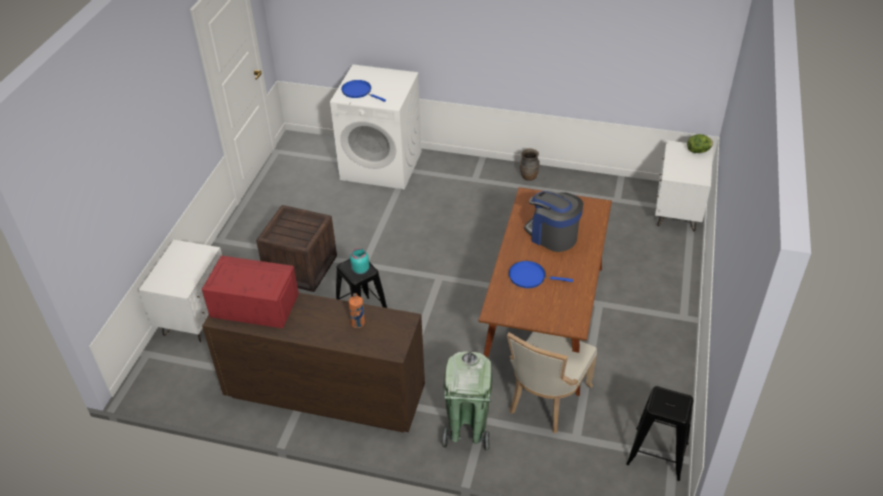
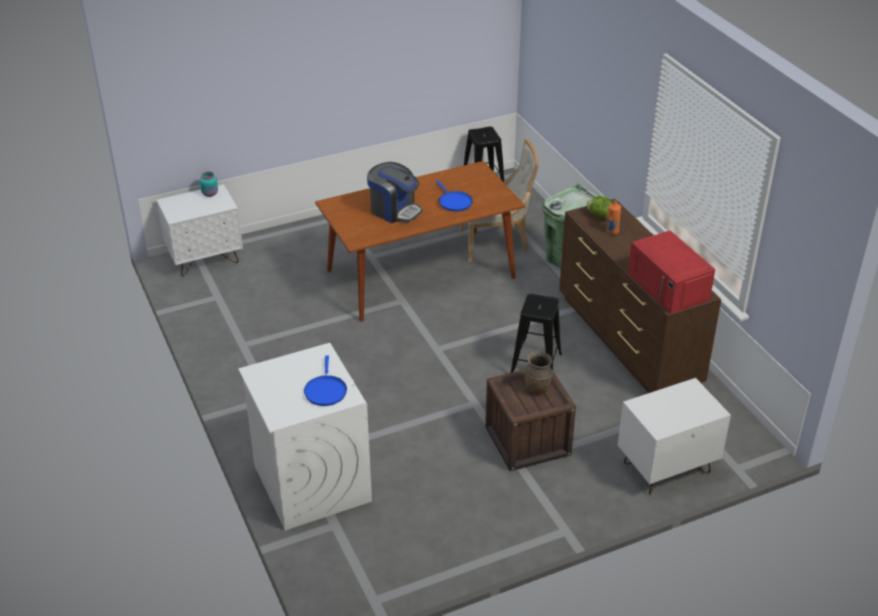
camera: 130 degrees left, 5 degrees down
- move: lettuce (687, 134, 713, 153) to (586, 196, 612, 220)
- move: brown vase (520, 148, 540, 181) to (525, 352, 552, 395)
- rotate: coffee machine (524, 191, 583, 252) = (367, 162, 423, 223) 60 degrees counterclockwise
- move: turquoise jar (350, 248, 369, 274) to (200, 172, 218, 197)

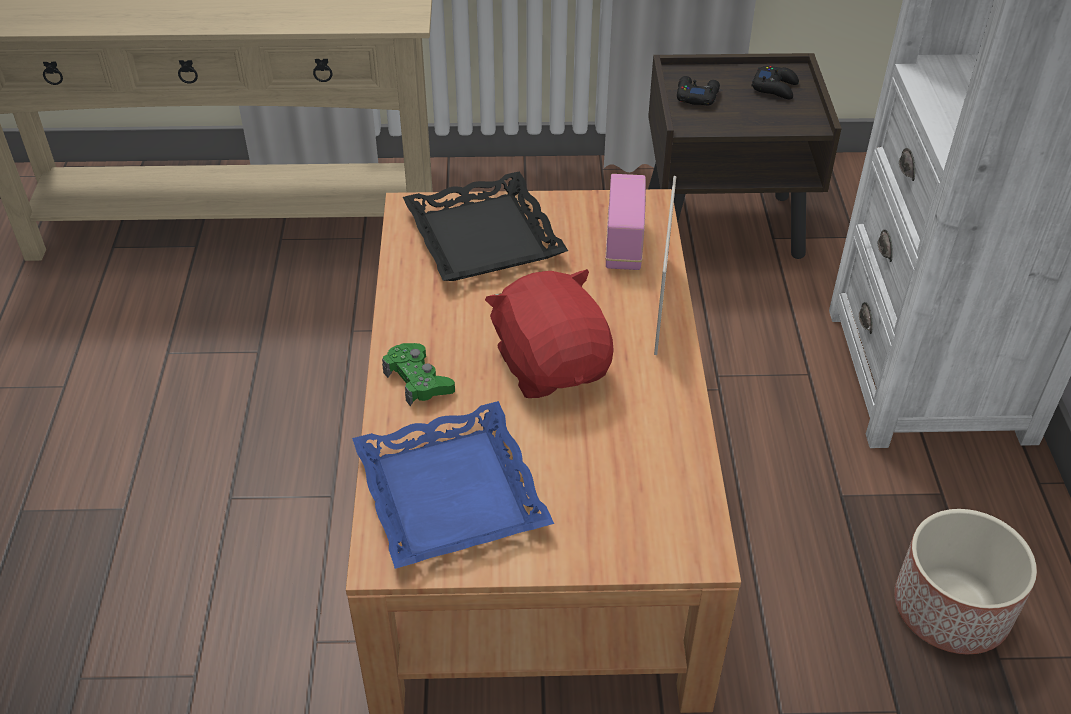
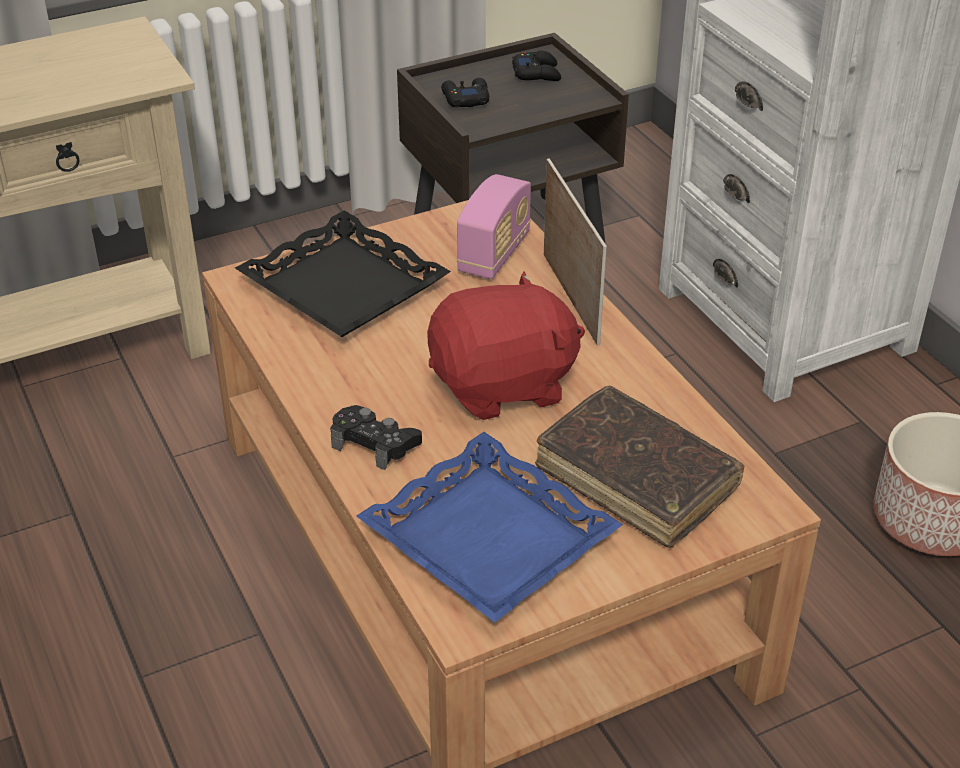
camera: 25 degrees left, 5 degrees down
- rotate: radio (605, 174, 646, 270) = (457, 174, 531, 279) 45 degrees clockwise
- rotate: red plush toy (485, 269, 614, 398) = (427, 271, 585, 420) 120 degrees clockwise
- recolor: green game controller (382, 343, 455, 406) to black game controller (330, 405, 422, 470)
- insert: brown book (535, 386, 744, 548)

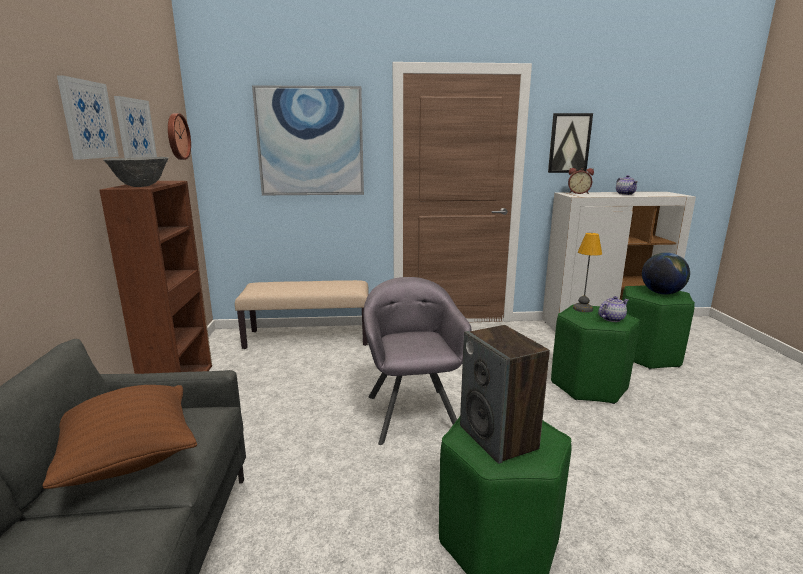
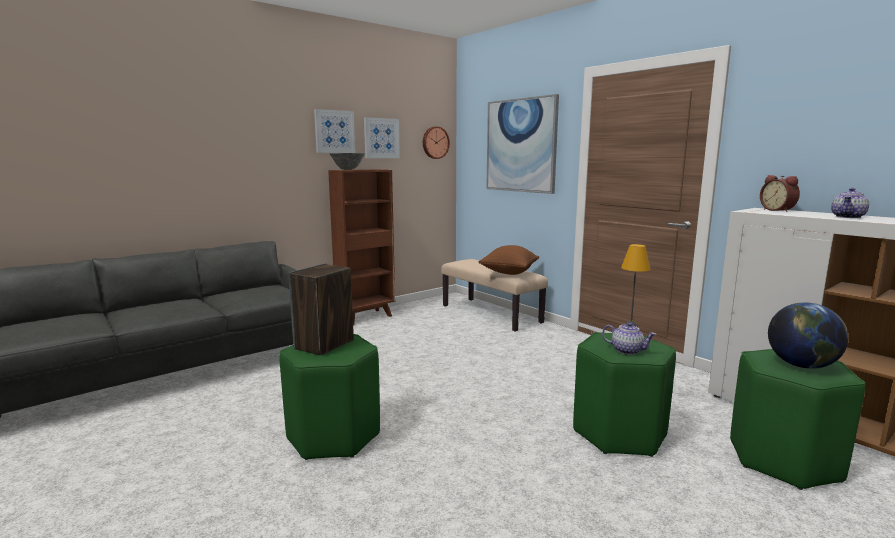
camera: 55 degrees right, 5 degrees down
- delete: picture (548, 113, 593, 173)
- delete: grey armchair (364, 277, 471, 445)
- move: brown pillow (43, 385, 197, 489) to (478, 245, 539, 275)

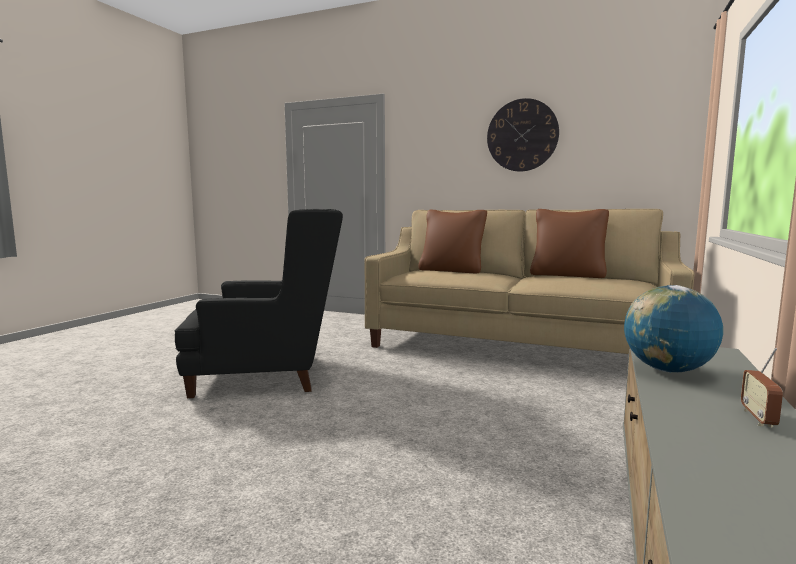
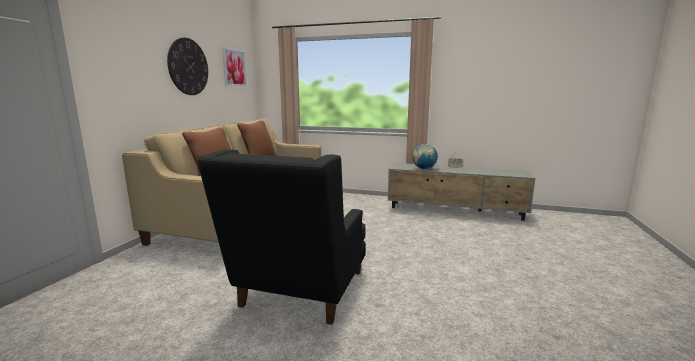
camera: 95 degrees left, 5 degrees up
- rotate: black armchair (175, 209, 343, 398) = (198, 149, 366, 325) 150 degrees counterclockwise
- insert: picture (222, 47, 247, 86)

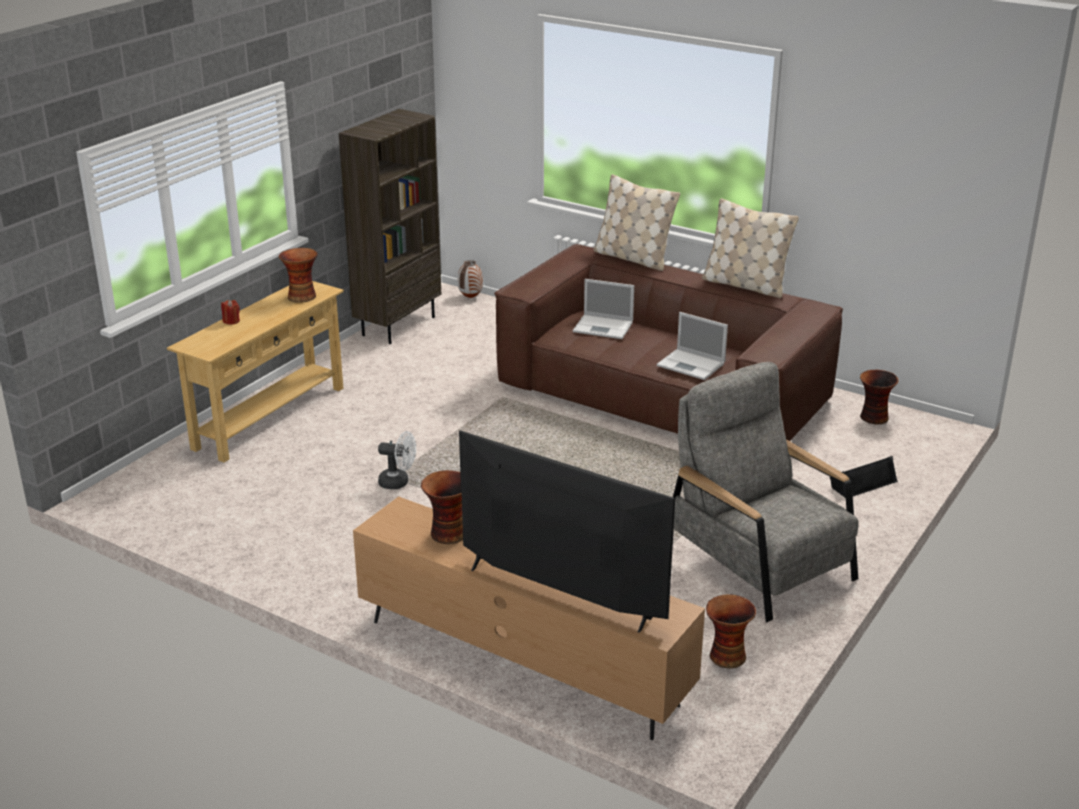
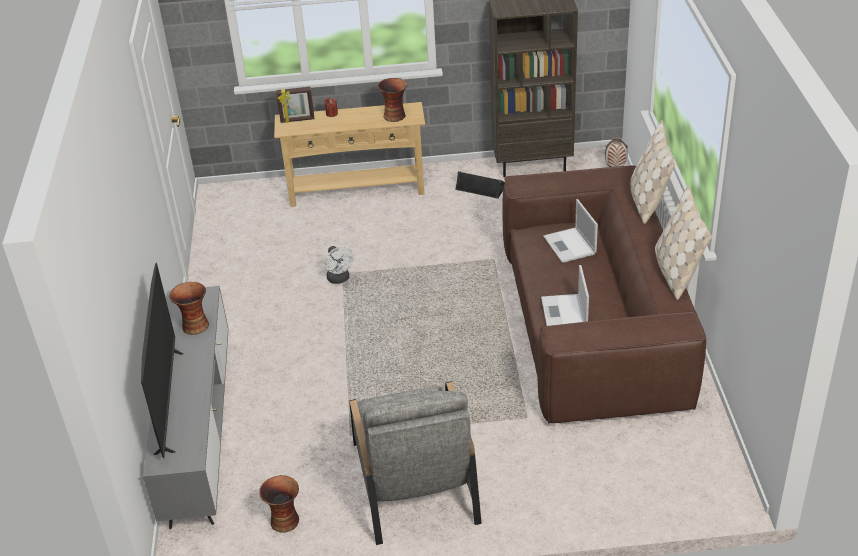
camera: 55 degrees right, 10 degrees up
- rotate: grey armchair (673, 362, 859, 622) = (349, 381, 482, 545) 150 degrees clockwise
- delete: vase (860, 370, 898, 424)
- move: black speaker (830, 456, 898, 498) to (455, 171, 505, 199)
- recolor: brown tv stand (353, 496, 705, 740) to grey tv stand (143, 286, 229, 529)
- insert: picture frame (276, 87, 314, 123)

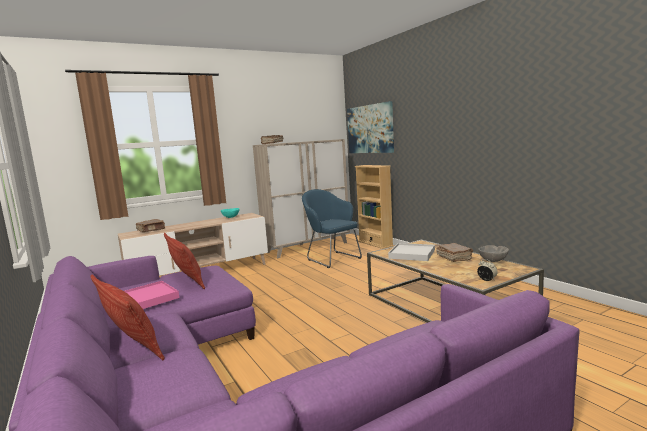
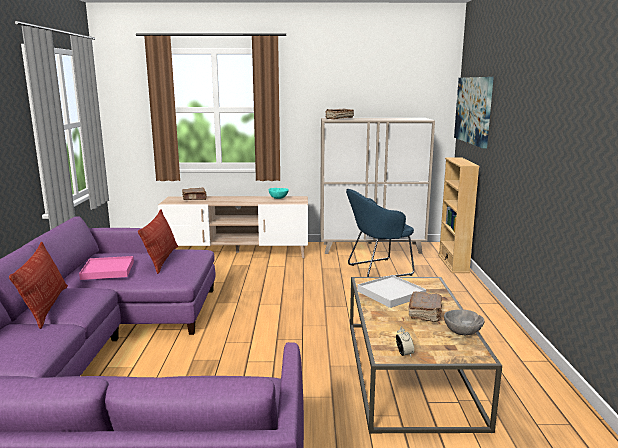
camera: 30 degrees right, 5 degrees up
- rotate: blue armchair (302, 189, 362, 268) = (346, 189, 415, 277) 105 degrees counterclockwise

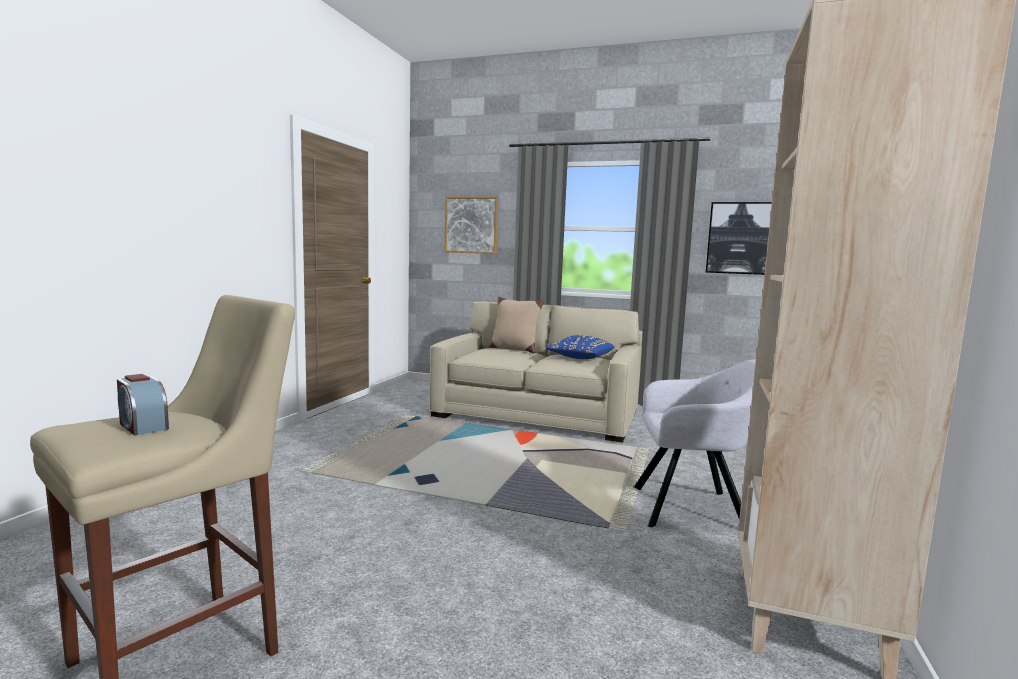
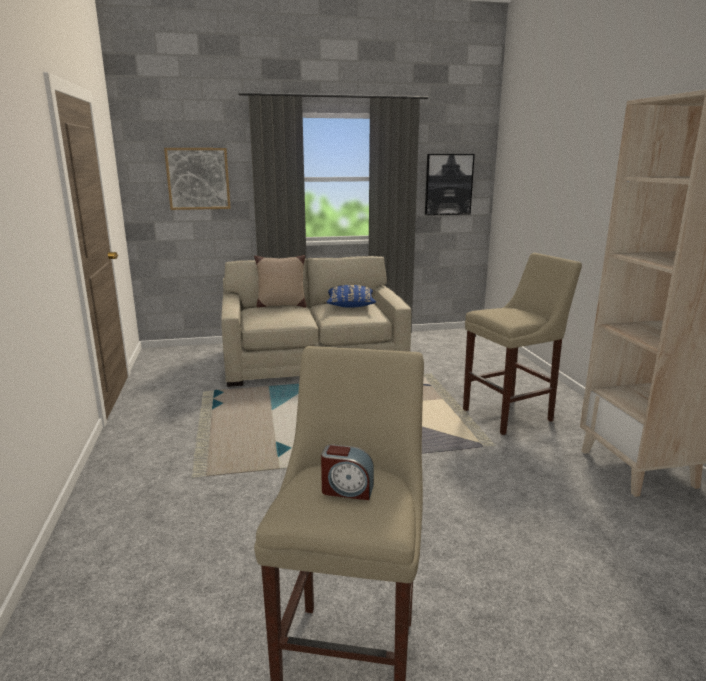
camera: 30 degrees left, 10 degrees up
- replace: grey armchair (634, 359, 756, 527) to beige stool (463, 253, 582, 435)

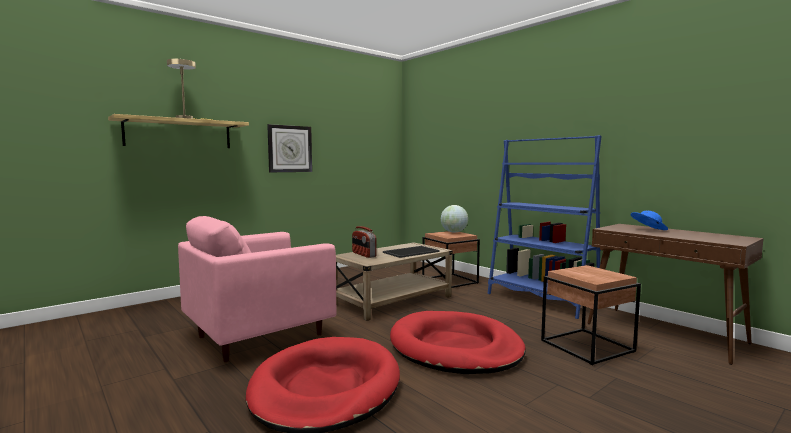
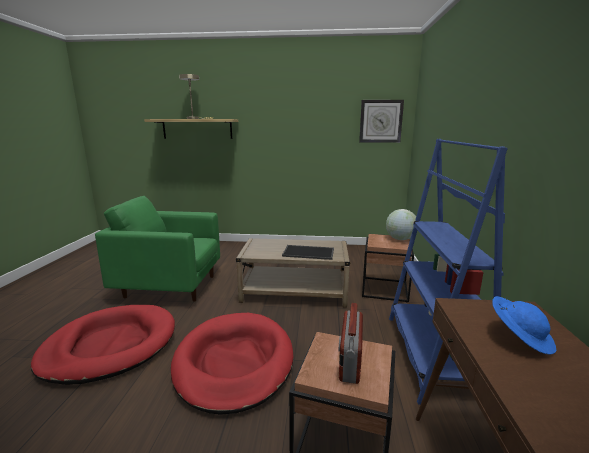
camera: 45 degrees right, 10 degrees up
- move: wall clock (267, 124, 312, 172) to (359, 100, 404, 143)
- recolor: pink armchair (178, 216, 336, 362) to green armchair (95, 196, 220, 301)
- move: radio (352, 226, 377, 258) to (338, 303, 363, 384)

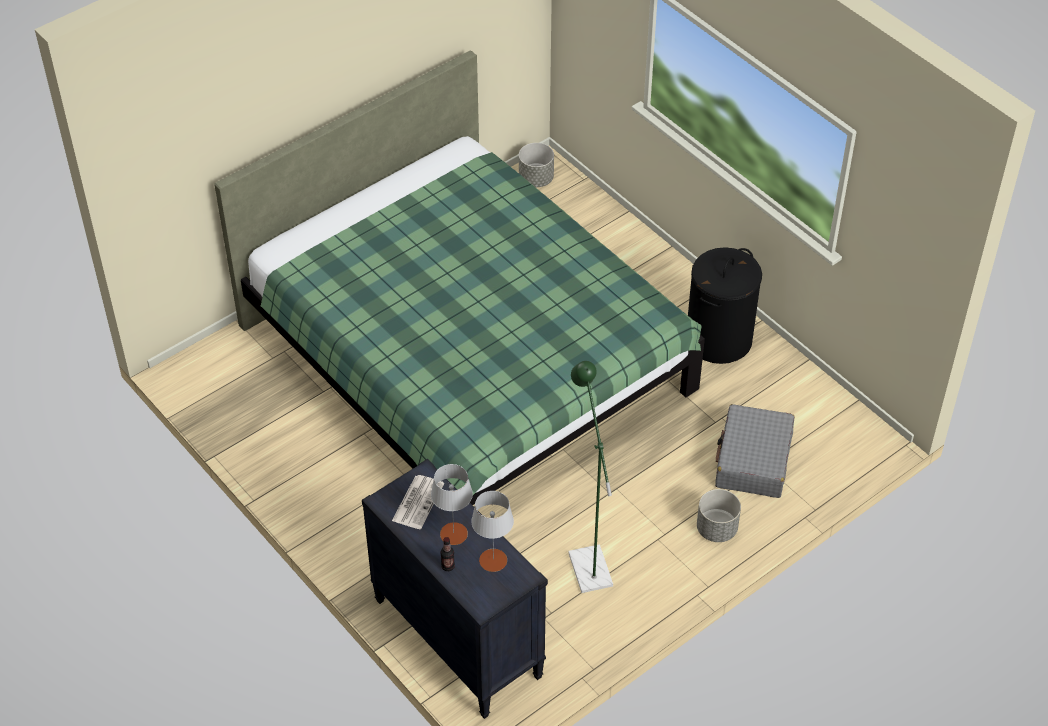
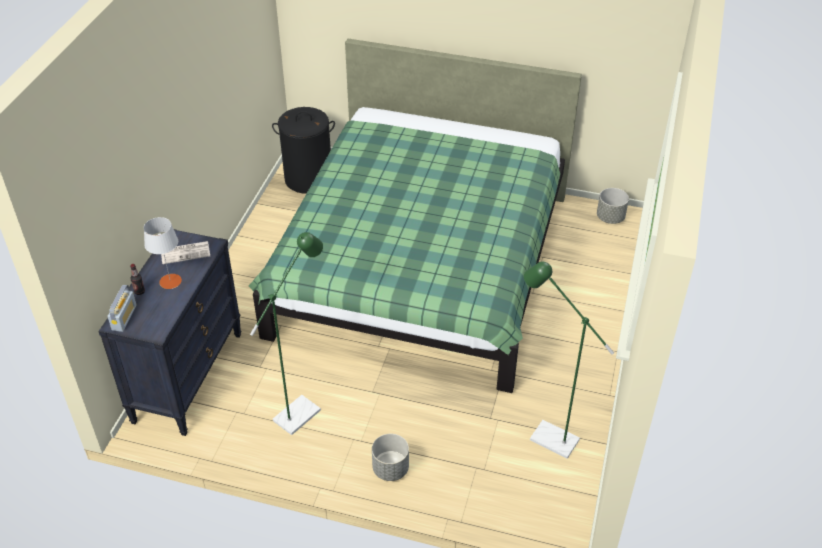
camera: 55 degrees right, 5 degrees down
- move: black laundry basket (688, 247, 762, 364) to (272, 107, 335, 194)
- delete: grey suitcase (715, 404, 794, 498)
- delete: grey table lamp (471, 491, 514, 572)
- insert: green floor lamp (524, 262, 614, 459)
- insert: radio (108, 285, 137, 332)

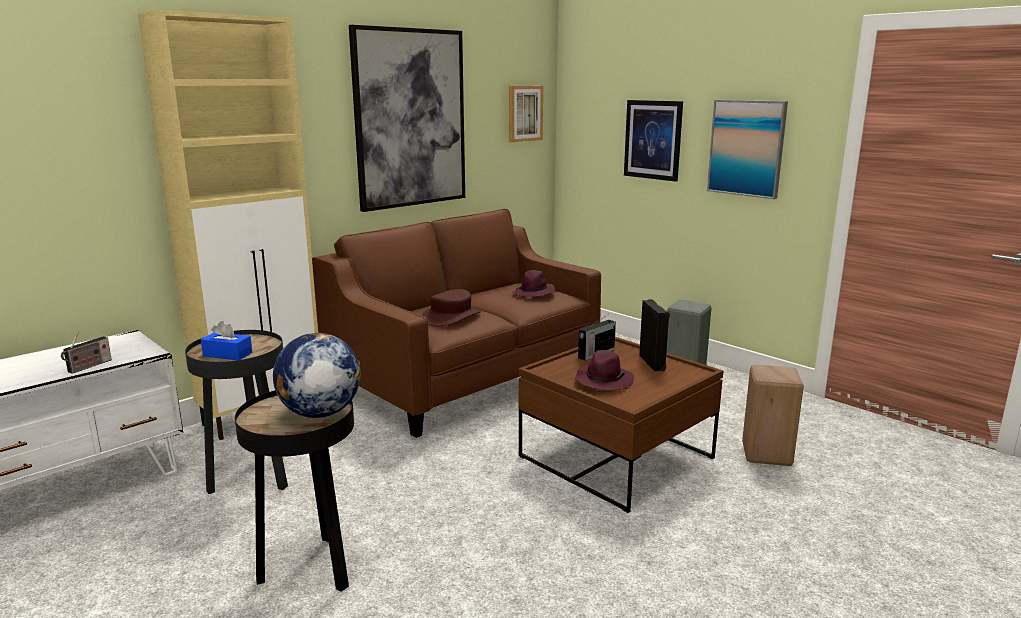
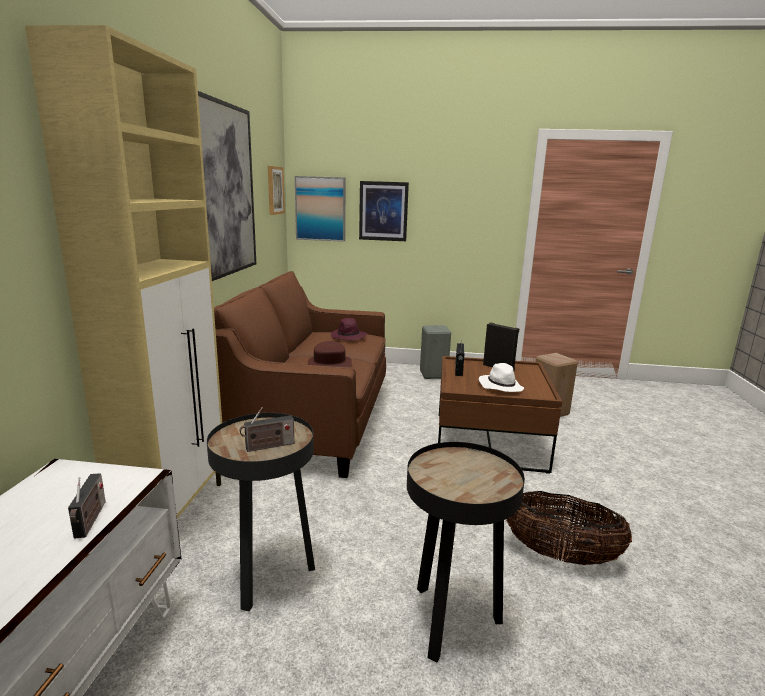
camera: 40 degrees left, 0 degrees up
- move: picture (707, 100, 788, 199) to (295, 176, 346, 242)
- replace: blue tissue box (201, 321, 252, 360) to radio (240, 407, 294, 452)
- delete: globe (273, 333, 361, 418)
- recolor: purple hat (575, 350, 634, 391) to white hat (479, 363, 524, 392)
- insert: basket (506, 491, 632, 565)

